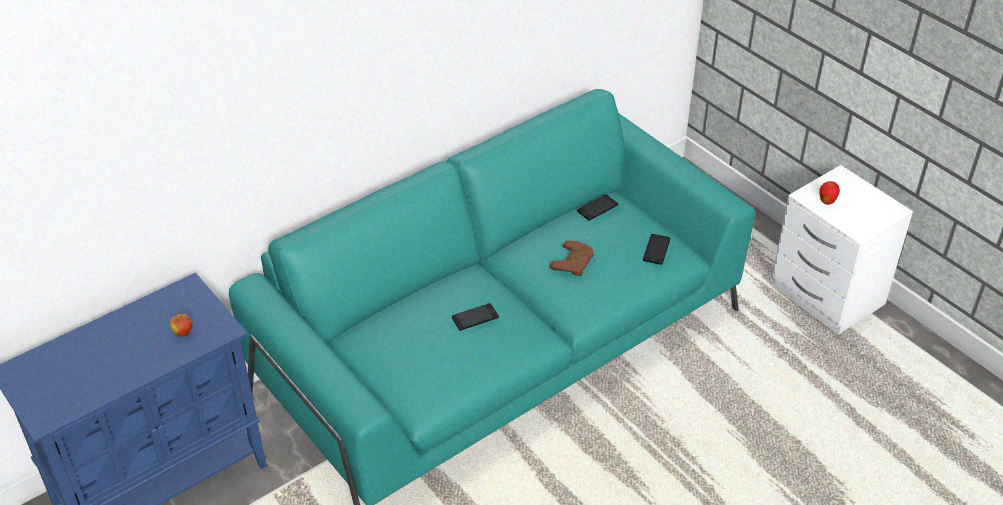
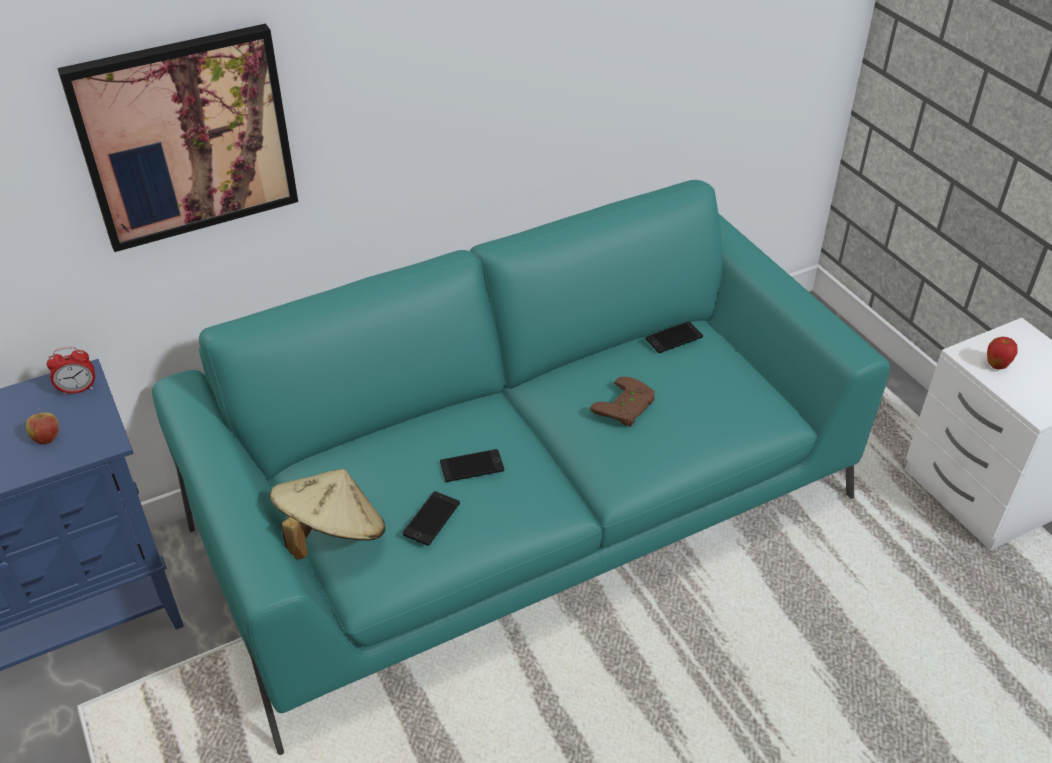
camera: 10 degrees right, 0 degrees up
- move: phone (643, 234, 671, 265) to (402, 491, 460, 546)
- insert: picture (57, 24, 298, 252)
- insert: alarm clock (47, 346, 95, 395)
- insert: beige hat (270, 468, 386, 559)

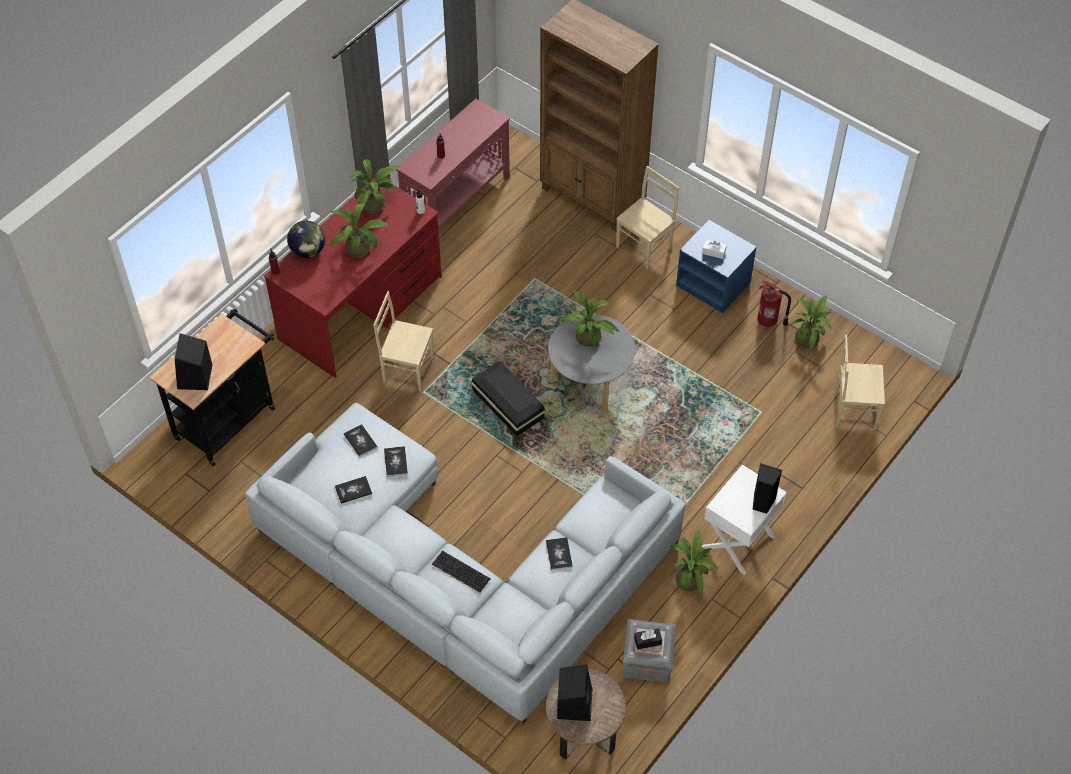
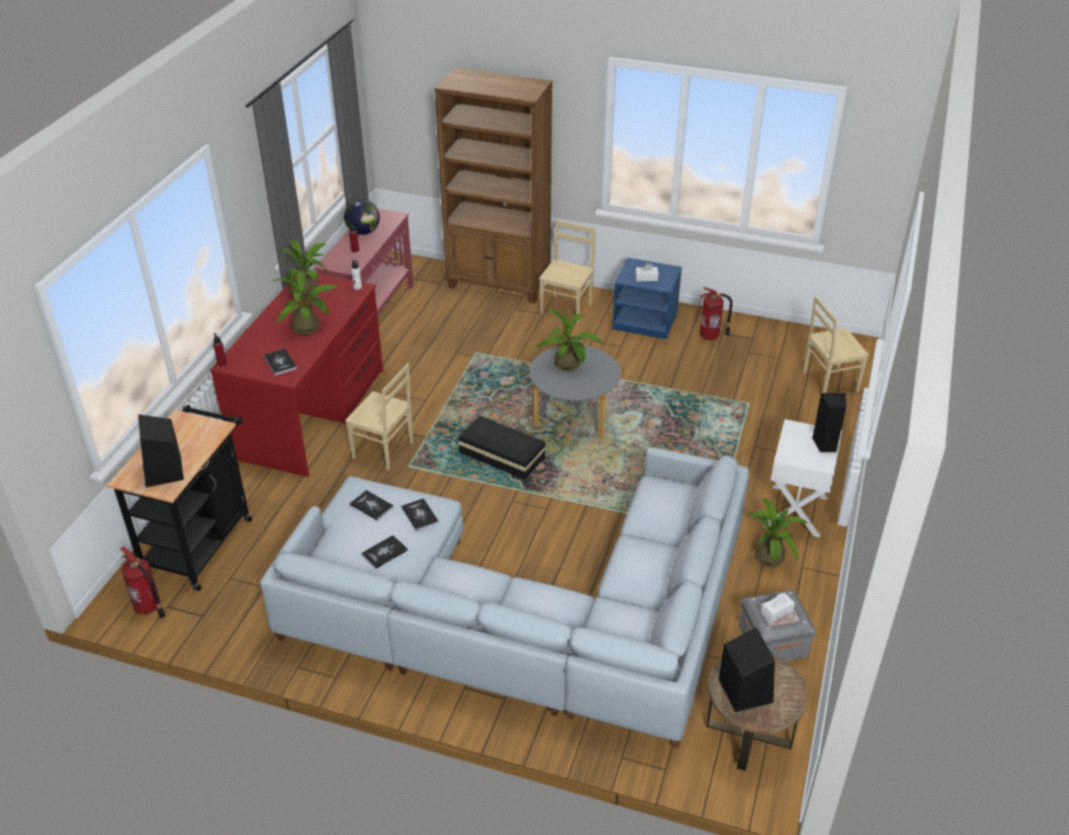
camera: 20 degrees left, 15 degrees down
- move: globe (287, 221, 325, 258) to (344, 199, 380, 235)
- rotate: beige chair (373, 291, 434, 391) = (345, 363, 413, 471) 150 degrees counterclockwise
- delete: potted plant (791, 296, 832, 351)
- move: book (546, 537, 573, 570) to (264, 348, 297, 375)
- delete: keyboard (432, 551, 491, 593)
- recolor: black tissue box (634, 628, 662, 649) to white tissue box (761, 593, 795, 623)
- insert: fire extinguisher (120, 546, 165, 619)

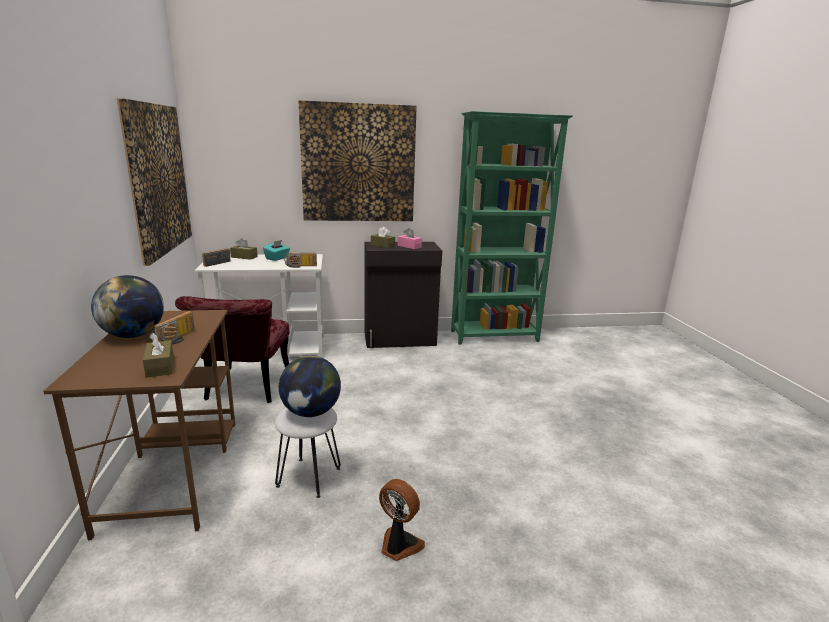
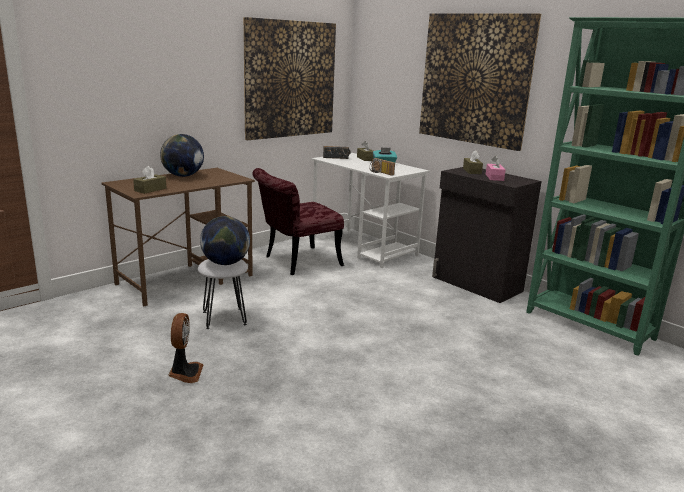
camera: 55 degrees right, 0 degrees up
- delete: radio (154, 311, 195, 345)

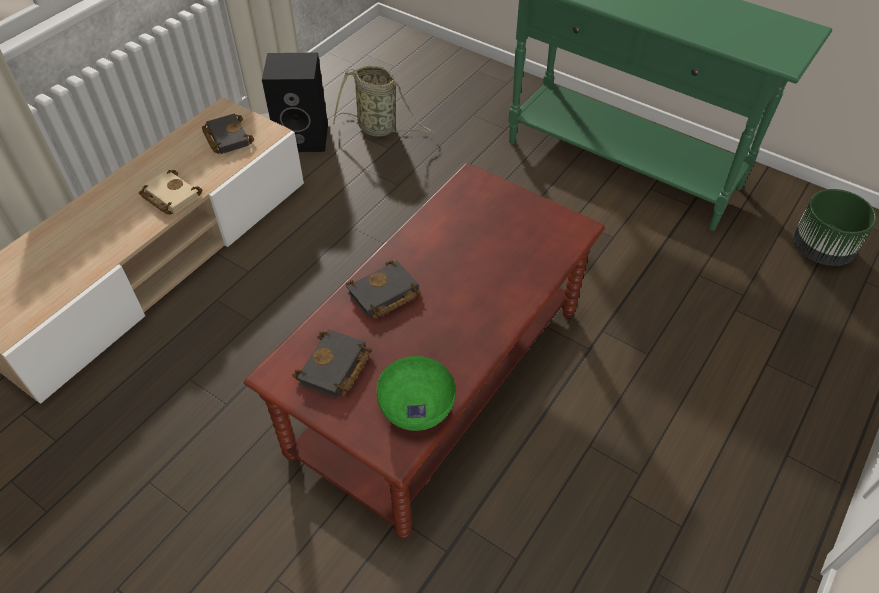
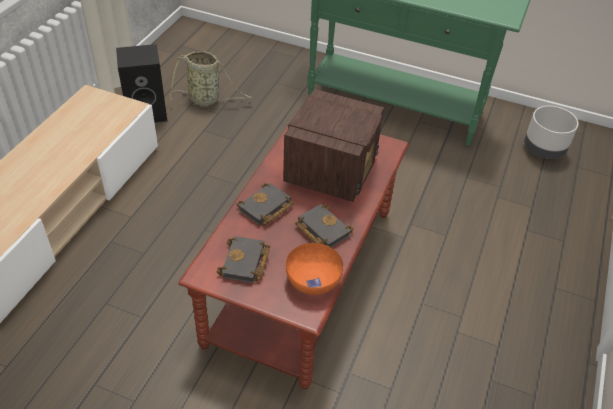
camera: 15 degrees left, 5 degrees down
- move: black book (202, 113, 254, 154) to (295, 204, 354, 248)
- delete: beige book (139, 170, 202, 215)
- recolor: green planter (793, 189, 876, 266) to grey planter (524, 106, 579, 159)
- recolor: green bowl (377, 356, 456, 431) to orange bowl (286, 243, 344, 295)
- insert: radio (283, 89, 384, 202)

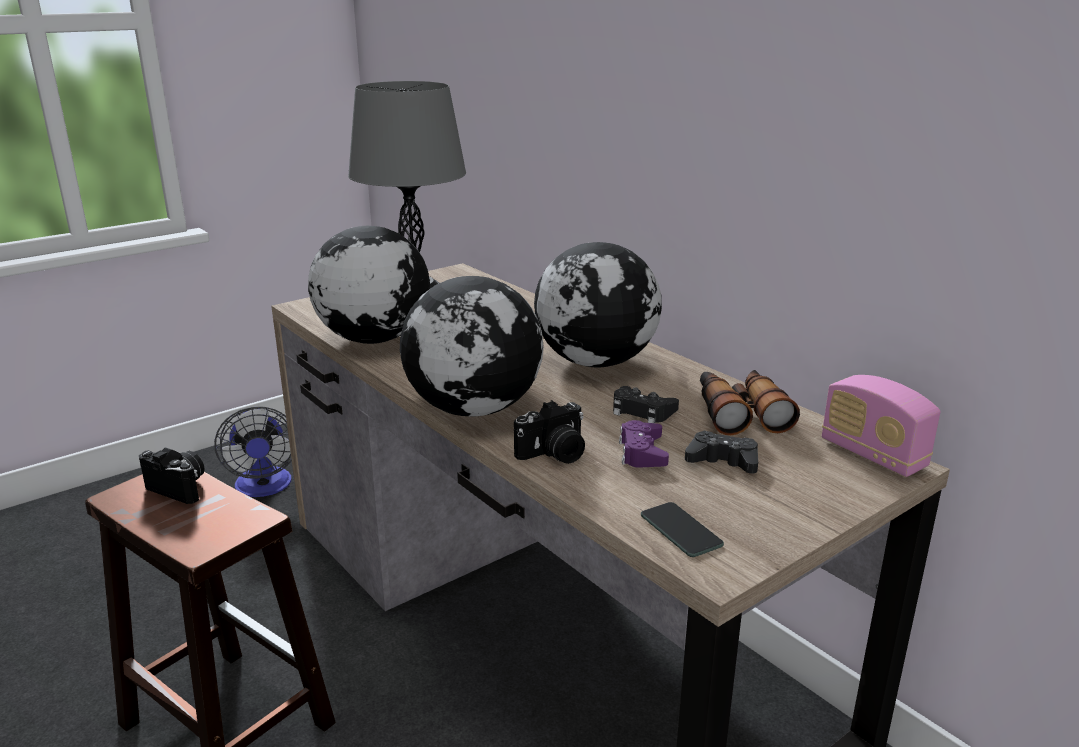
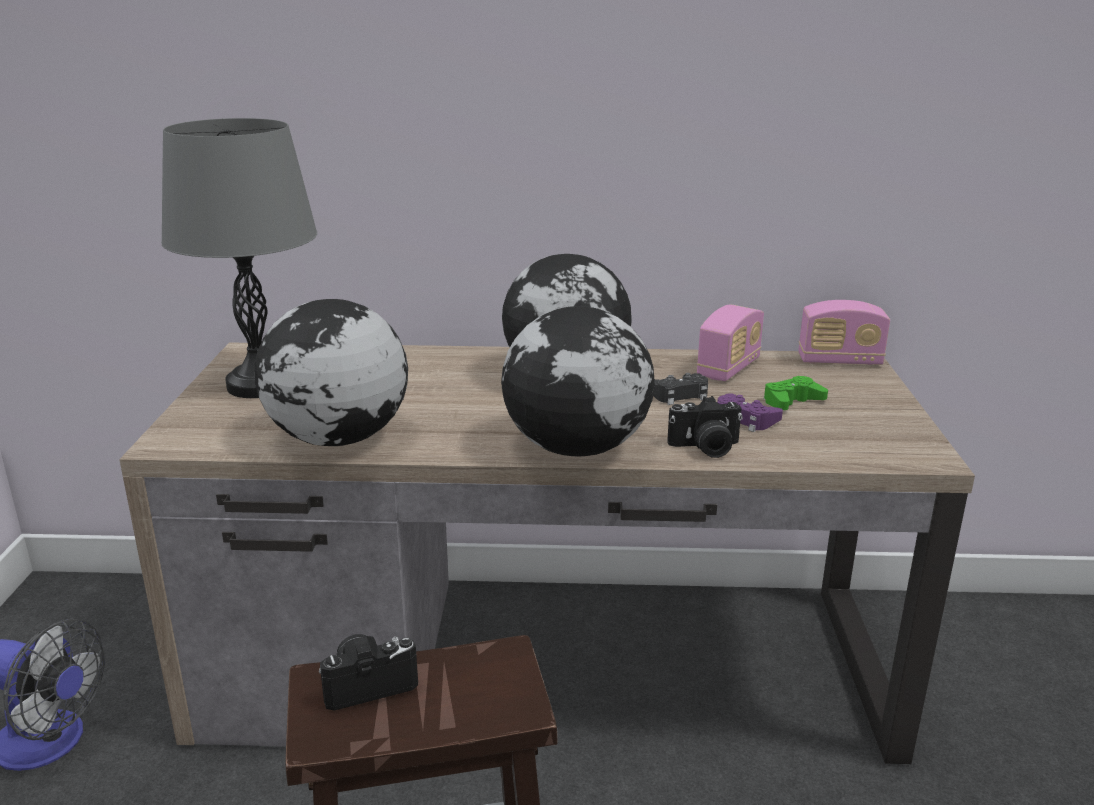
camera: 50 degrees left, 0 degrees up
- replace: binoculars (700, 370, 800, 435) to radio (697, 305, 764, 381)
- rotate: photo camera (514, 400, 585, 464) = (667, 396, 743, 458) 75 degrees clockwise
- recolor: black game controller (685, 431, 758, 474) to green game controller (764, 376, 828, 410)
- delete: phone (641, 502, 724, 557)

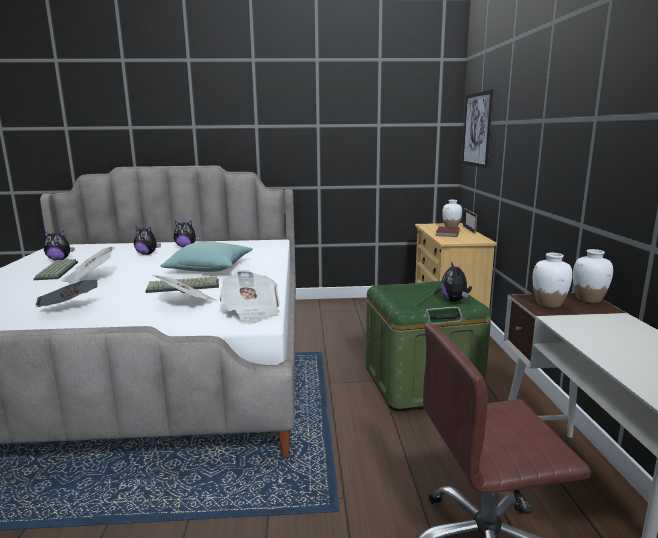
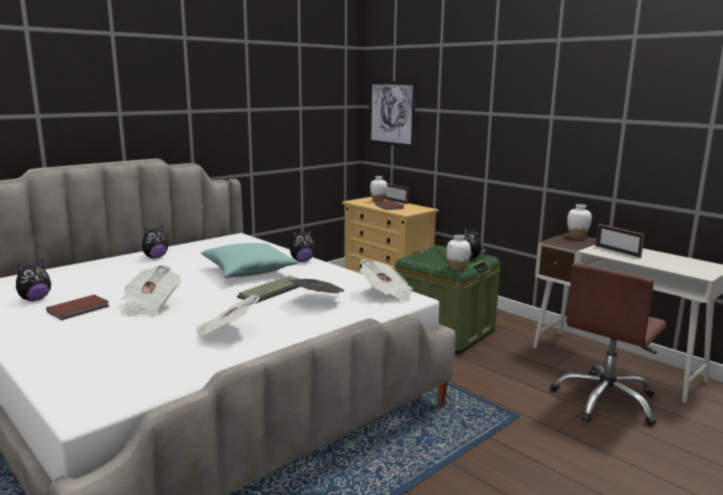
camera: 40 degrees left, 0 degrees up
- move: plush toy (134, 227, 161, 255) to (290, 229, 315, 262)
- move: white vase (533, 253, 573, 308) to (447, 235, 471, 271)
- replace: keyboard (33, 259, 78, 280) to brown book (46, 295, 110, 320)
- insert: picture frame (595, 224, 645, 258)

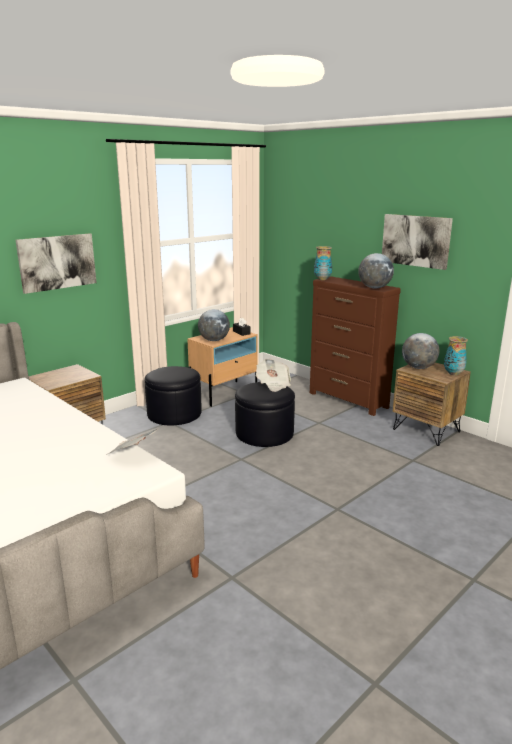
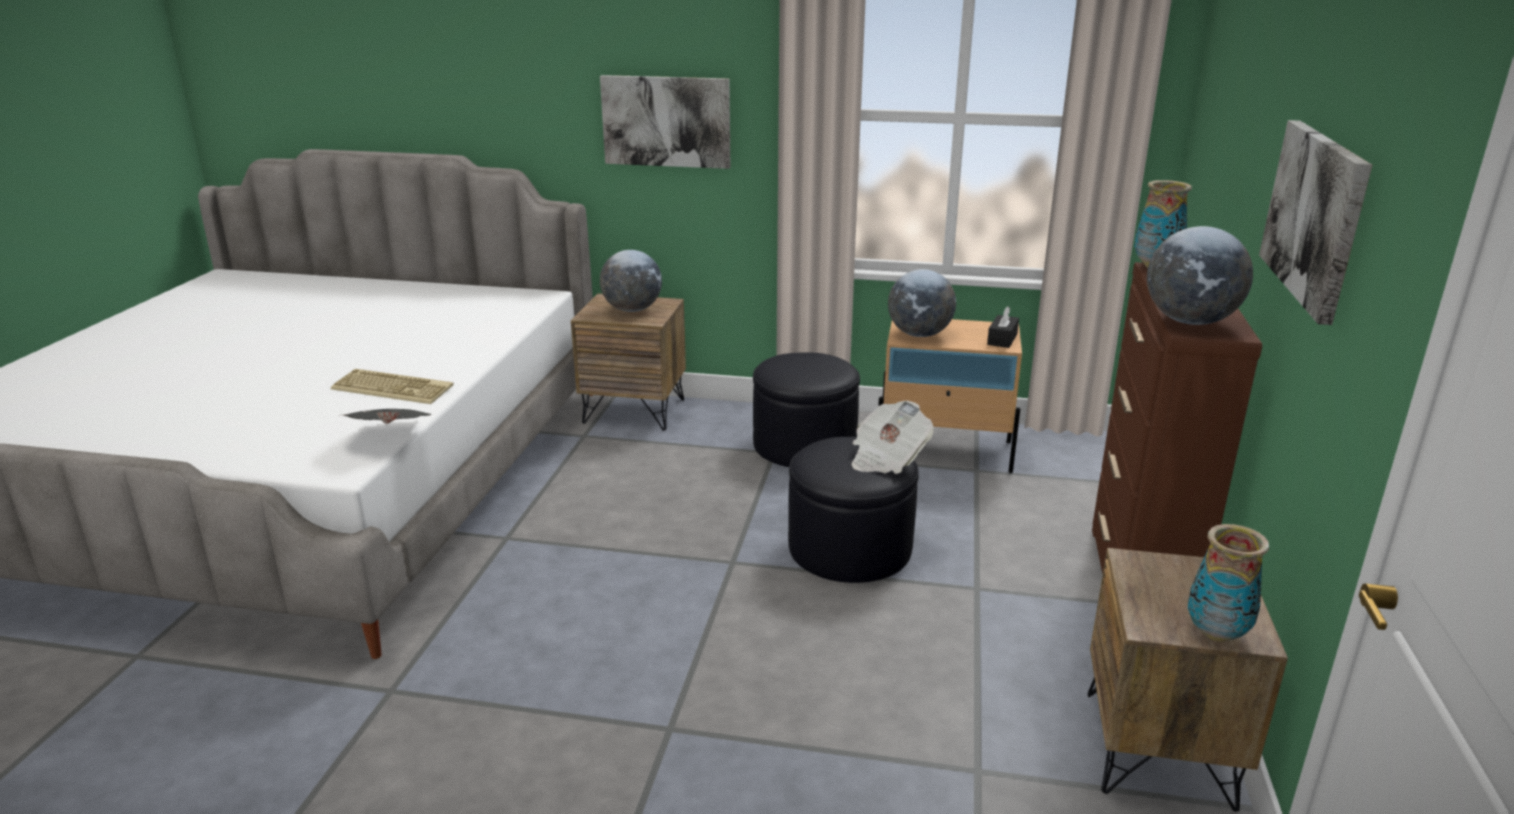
camera: 55 degrees right, 5 degrees up
- move: globe (402, 333, 440, 369) to (600, 250, 662, 312)
- insert: keyboard (331, 369, 454, 404)

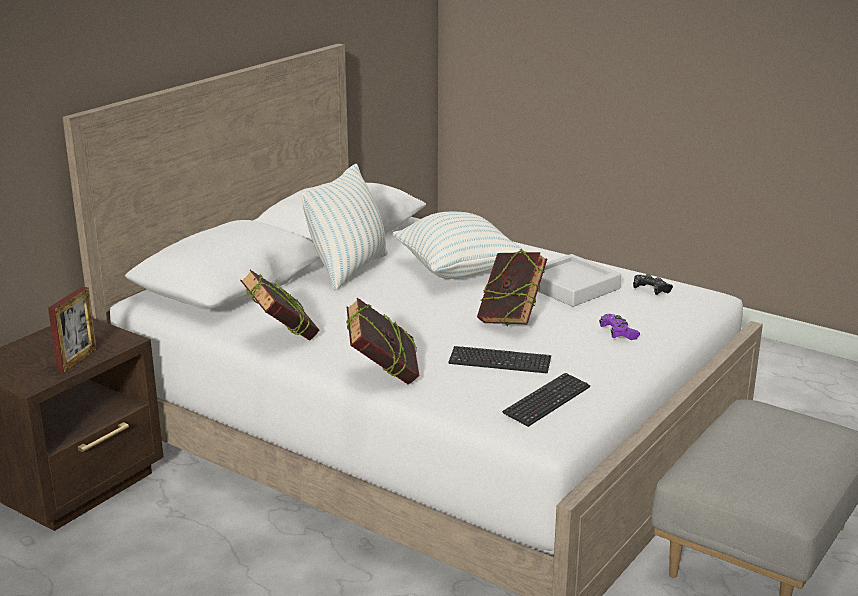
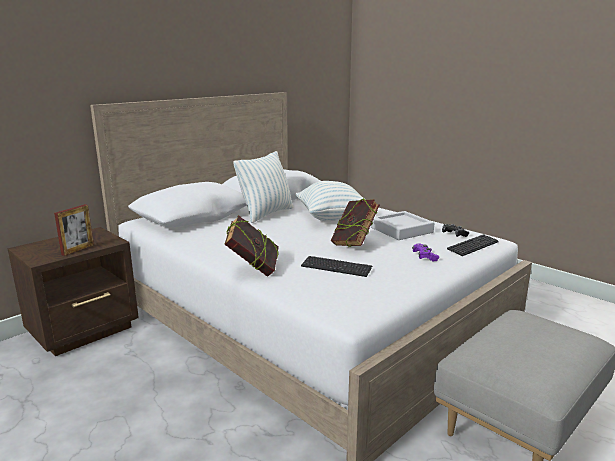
camera: 10 degrees right, 5 degrees down
- delete: book (240, 270, 319, 341)
- move: keyboard (502, 373, 590, 427) to (447, 234, 499, 256)

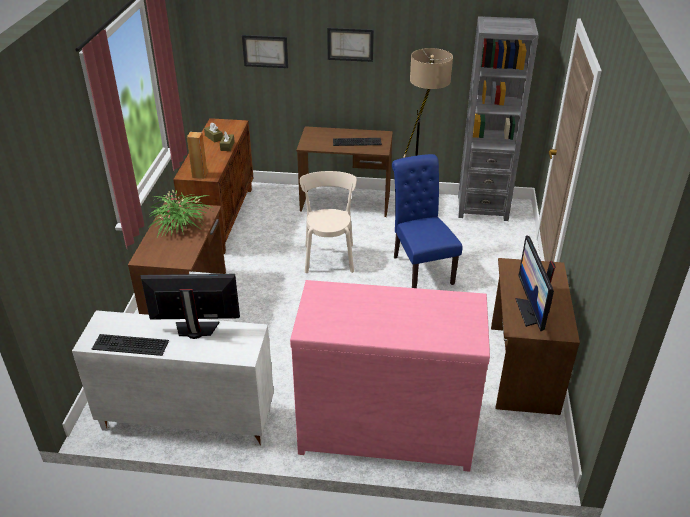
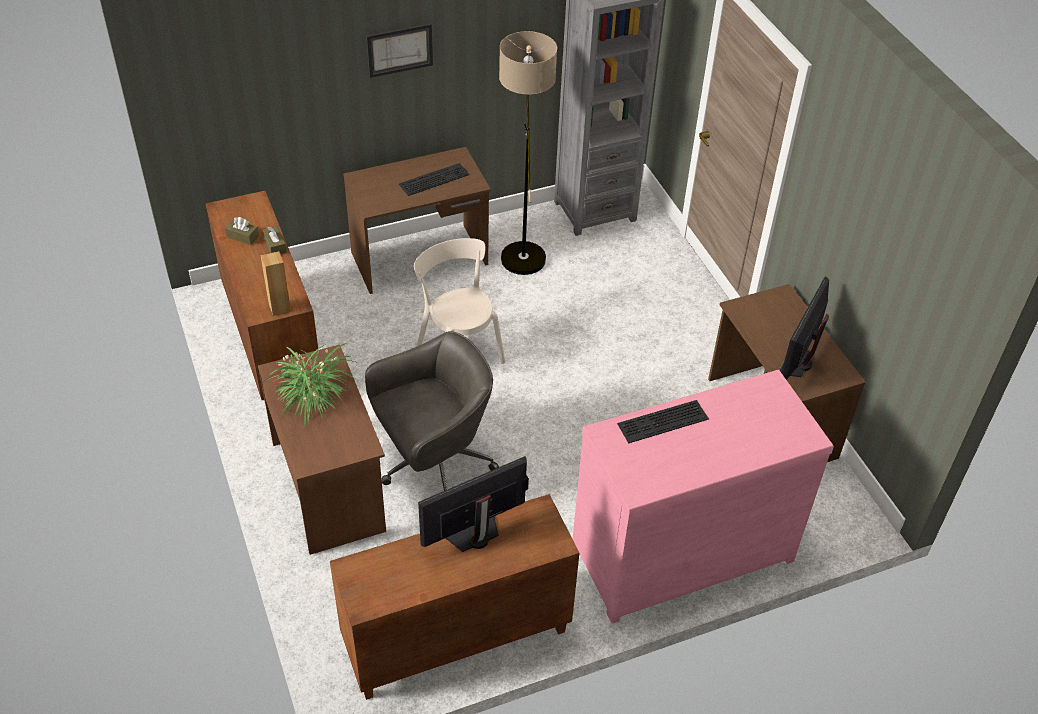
camera: 30 degrees left, 10 degrees up
- delete: picture (242, 35, 288, 68)
- delete: blue chair (392, 154, 463, 288)
- rotate: monitor (516, 236, 556, 331) = (780, 276, 829, 380) 60 degrees clockwise
- recolor: white cabinet (72, 310, 274, 446) to brown cabinet (330, 494, 579, 700)
- move: keyboard (92, 334, 169, 356) to (617, 400, 709, 443)
- insert: grey office chair (365, 331, 499, 491)

